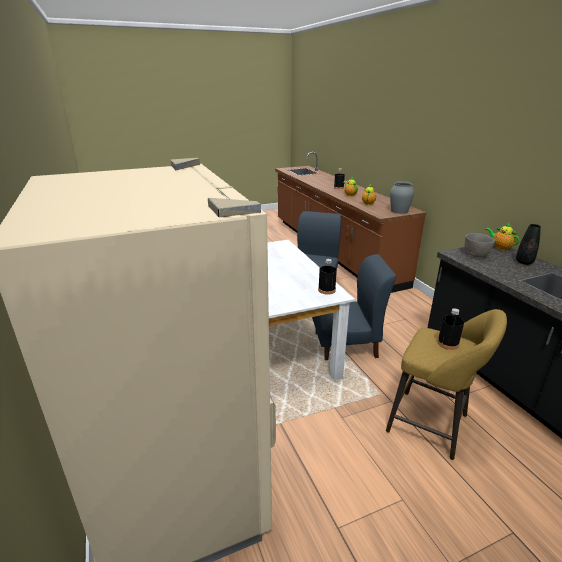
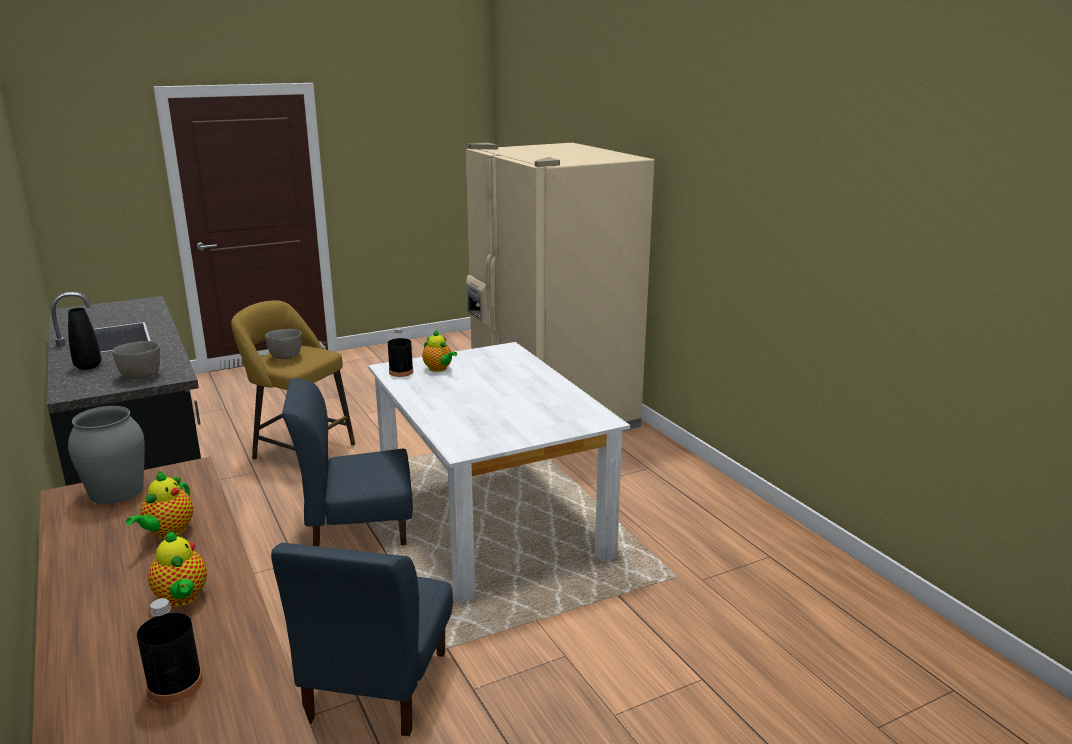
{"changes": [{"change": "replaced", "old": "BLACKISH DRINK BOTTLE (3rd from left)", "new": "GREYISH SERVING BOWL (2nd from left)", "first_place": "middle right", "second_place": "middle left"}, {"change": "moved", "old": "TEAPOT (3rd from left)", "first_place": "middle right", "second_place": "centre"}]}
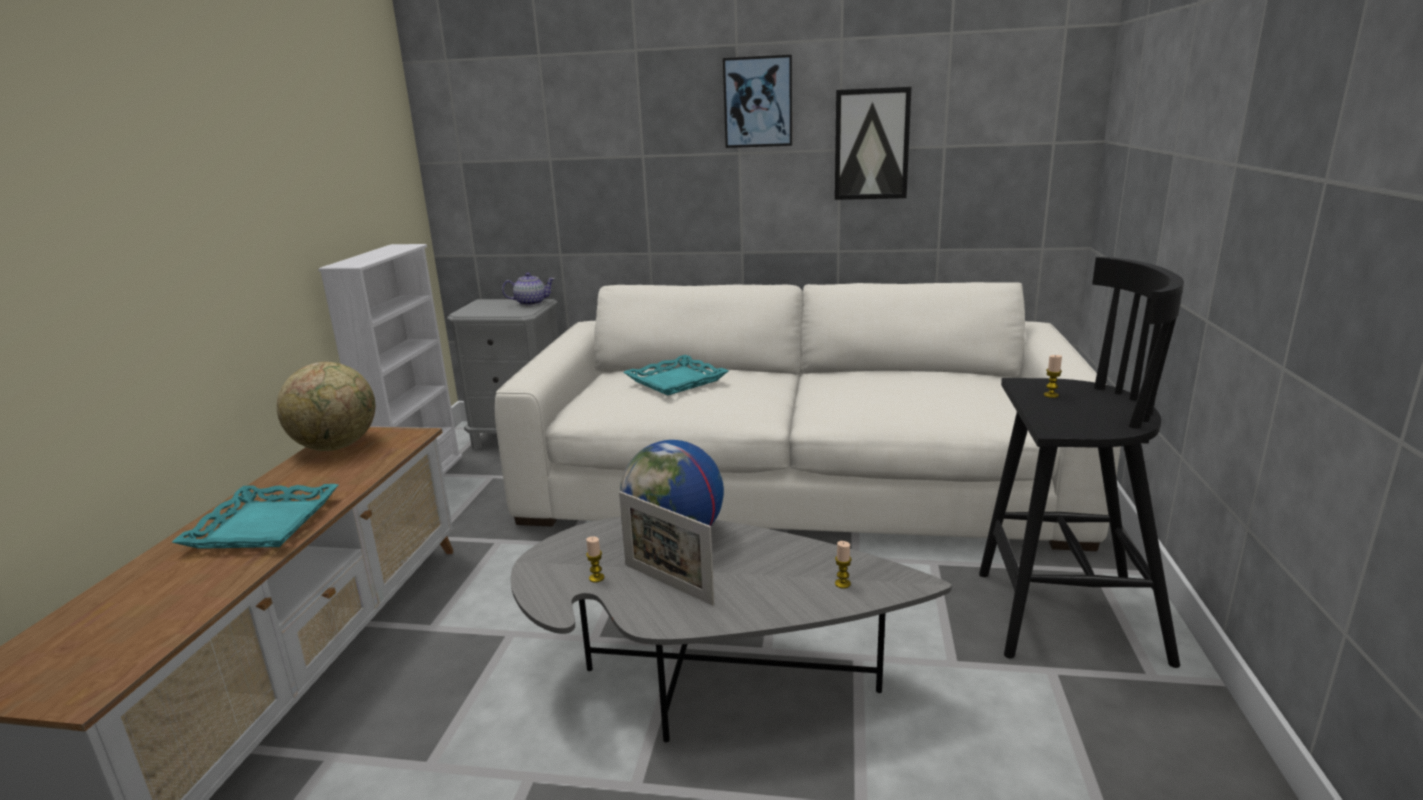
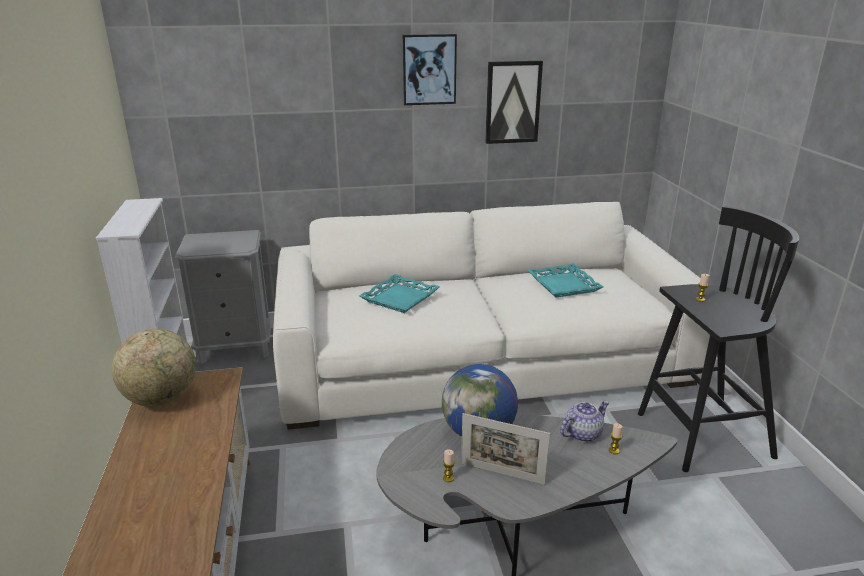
{"changes": [{"change": "moved", "old": "TURQUOISE-COLOURED TRAY (1st from left in the first image)", "new": "TURQUOISE-COLOURED TRAY (2nd from left)", "first_place": "middle left", "second_place": "centre"}, {"change": "moved", "old": "TEAPOT", "first_place": "centre", "second_place": "bottom right"}]}
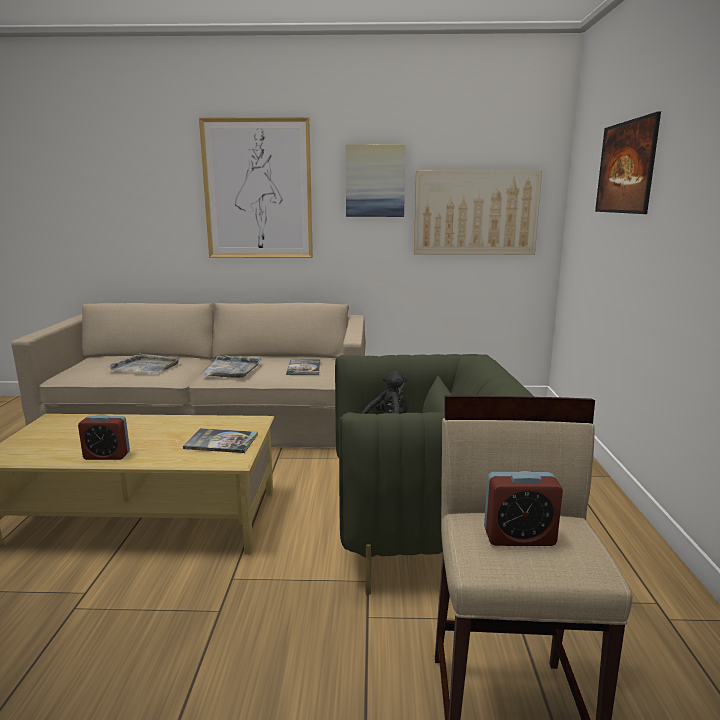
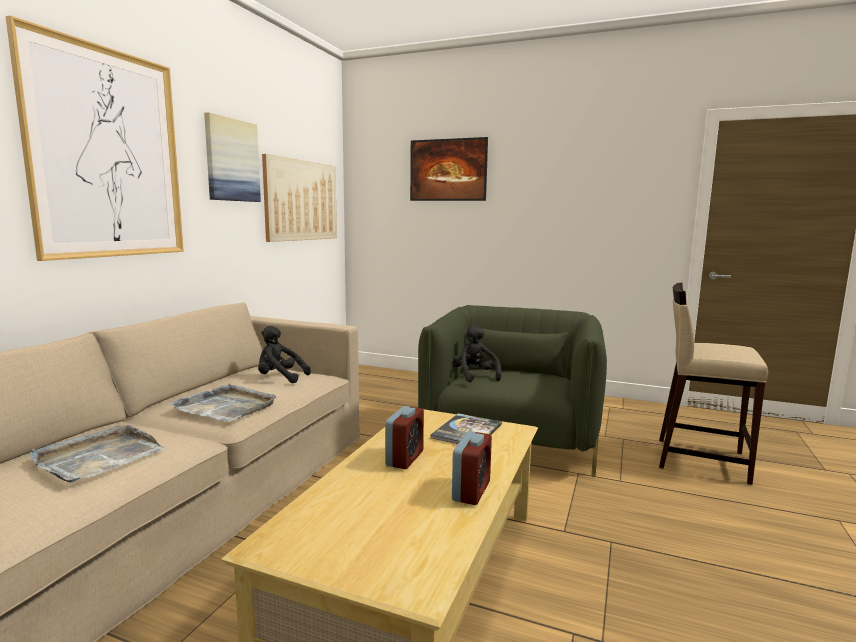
{"changes": [{"change": "replaced", "old": "BOUND BOOK (2nd from left)", "new": "BLACKISH PLUSH TOY (1st from left)", "first_place": "centre", "second_place": "middle left"}, {"change": "moved", "old": "TABLE CLOCK (2nd from left in the first image)", "new": "TABLE CLOCK (1st from left)", "first_place": "bottom right", "second_place": "bottom centre"}]}
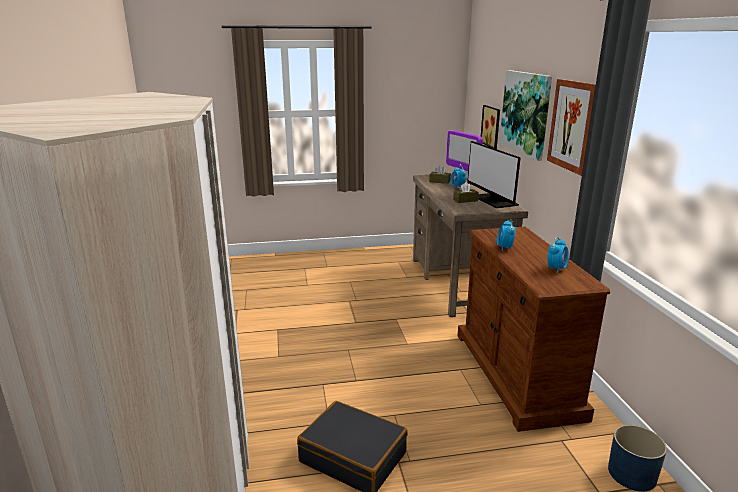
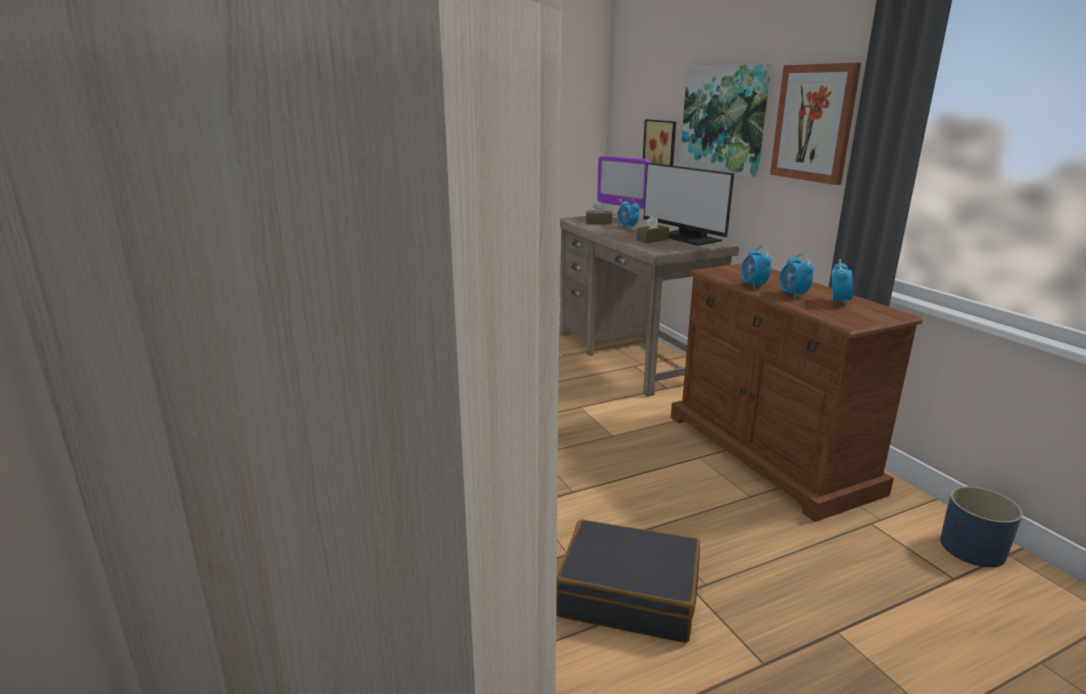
{"changes": [{"change": "added", "new": "TABLE CLOCK (3rd from left)", "second_place": "middle right"}]}
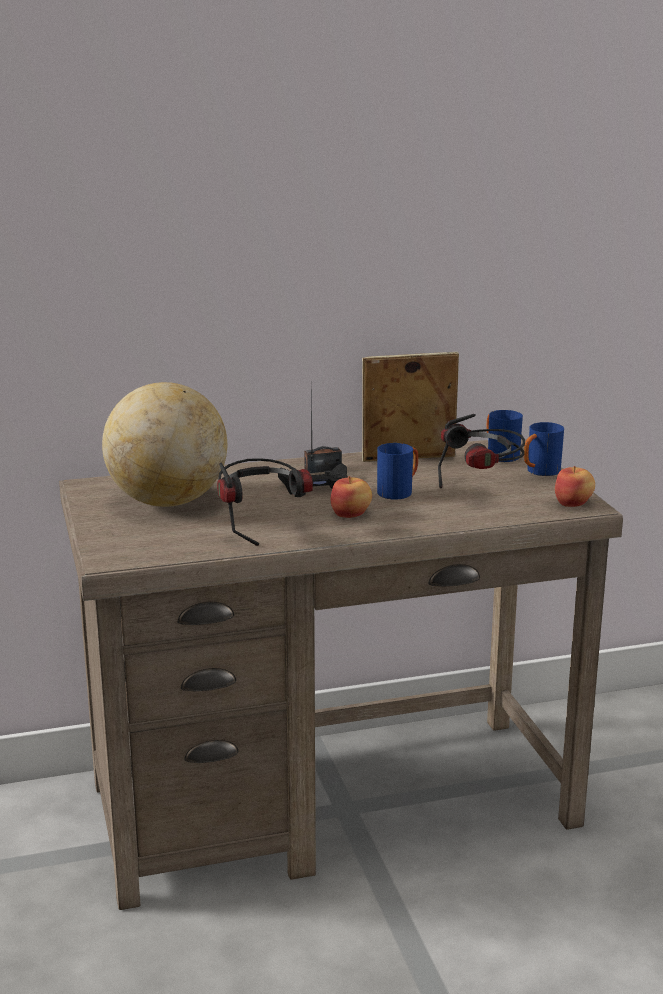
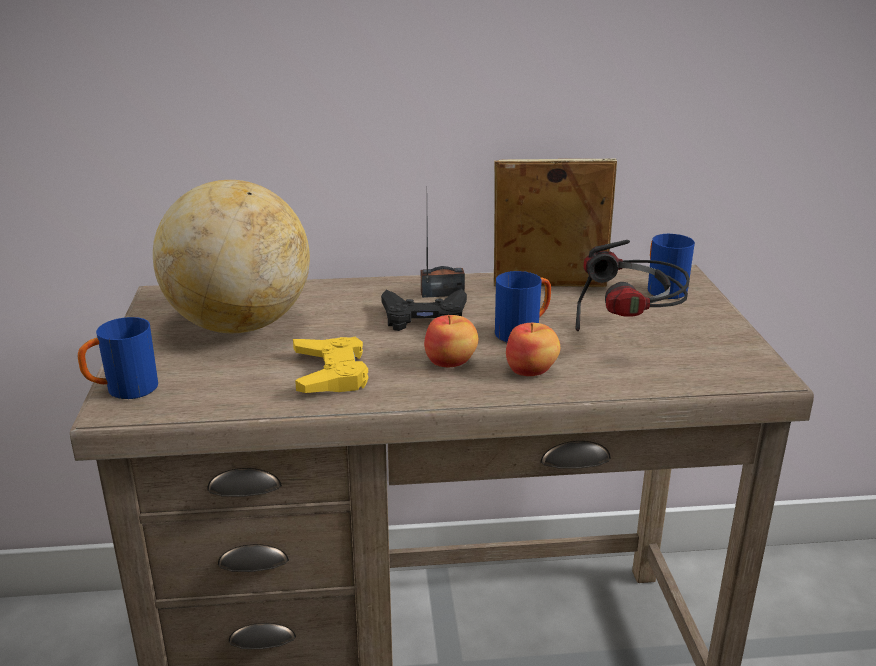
{"changes": [{"change": "moved", "old": "BLUE TEA MUG (3rd from left in the first image)", "new": "BLUE TEA MUG (1st from left)", "first_place": "middle right", "second_place": "middle left"}, {"change": "replaced", "old": "HEADSET (1st from left)", "new": "YELLOW-COLOURED GAMEPAD", "first_place": "centre", "second_place": "centre"}, {"change": "moved", "old": "WHOLE APPLE (2nd from left)", "first_place": "middle right", "second_place": "centre"}]}
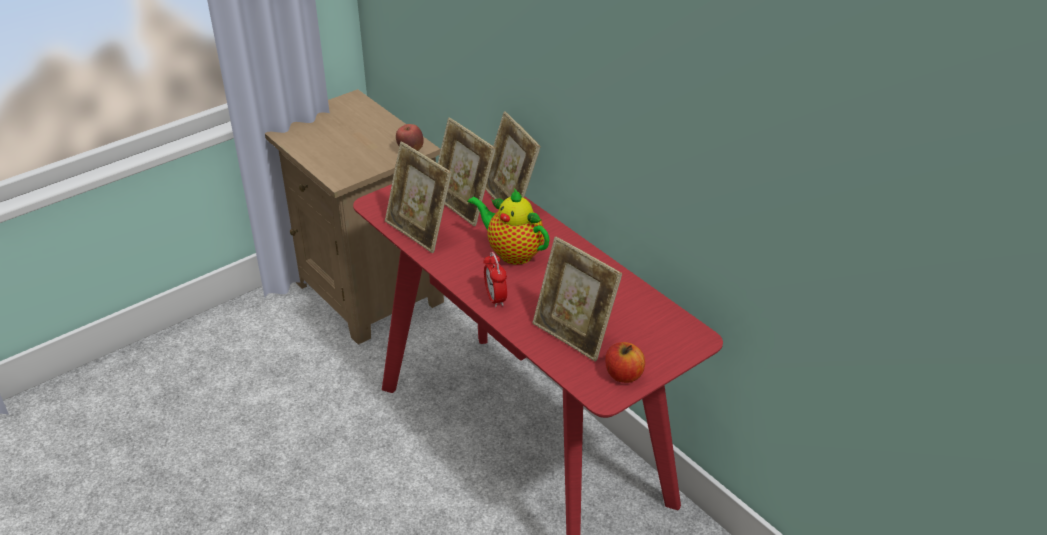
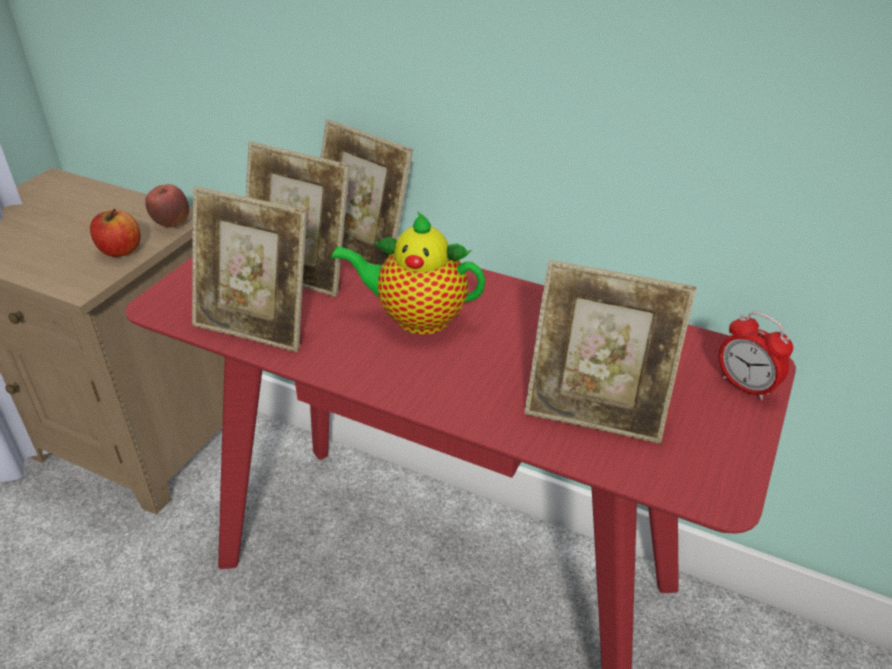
{"changes": [{"change": "moved", "old": "WHOLE APPLE (2nd from left in the first image)", "new": "WHOLE APPLE (1st from left)", "first_place": "bottom centre", "second_place": "middle left"}, {"change": "moved", "old": "TABLE CLOCK", "first_place": "centre", "second_place": "middle right"}]}
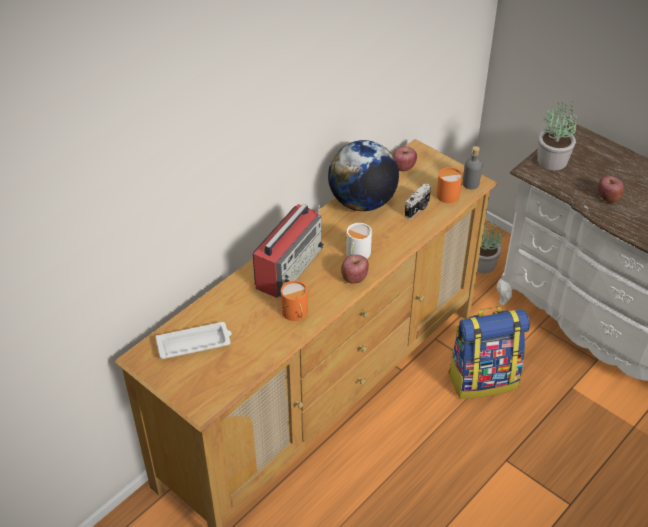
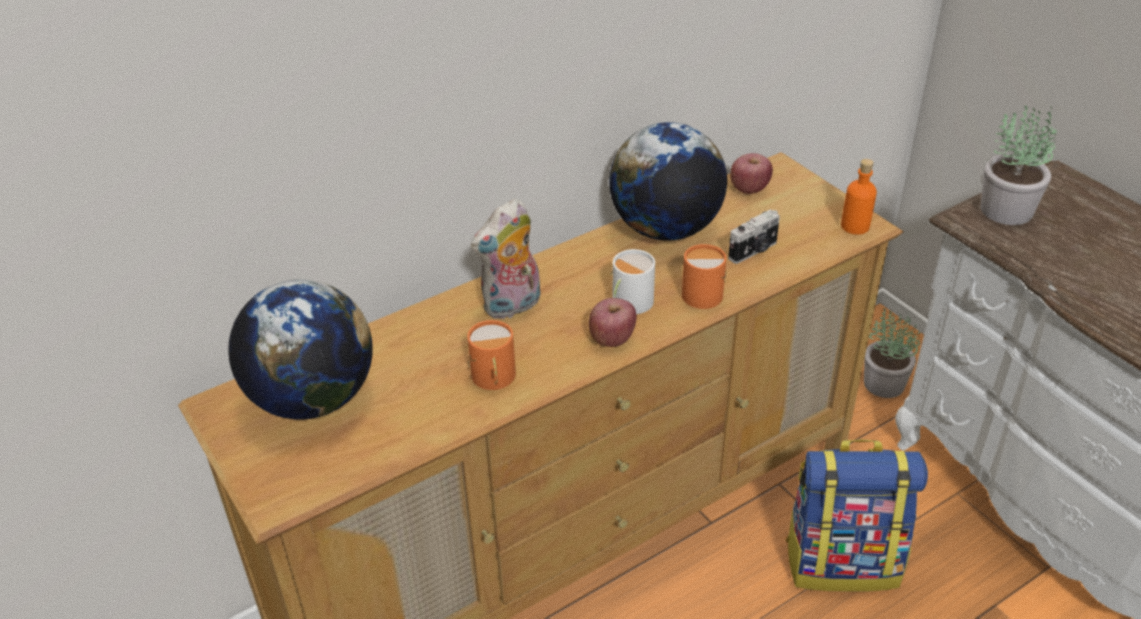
{"changes": [{"change": "replaced", "old": "WHITISH TRAY", "new": "GLOBE (1st from left)", "first_place": "middle left", "second_place": "middle left"}, {"change": "replaced", "old": "RADIO SET", "new": "PLUSH TOY", "first_place": "centre", "second_place": "centre"}, {"change": "moved", "old": "ORANGEY TEA MUG (2nd from left)", "first_place": "middle right", "second_place": "centre"}, {"change": "recoloured", "old": "GREYISH DRINK BOTTLE", "new": "ORANGEY DRINK BOTTLE", "first_place": "top right", "second_place": "top right"}, {"change": "removed", "old": "WHOLE APPLE (3rd from left)", "first_place": "middle right"}]}
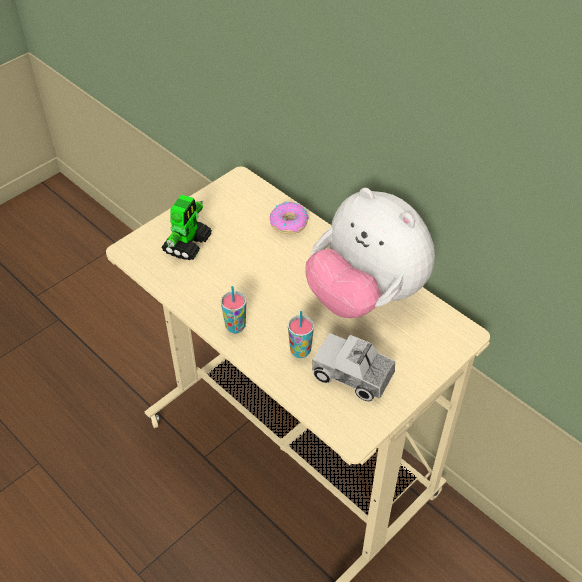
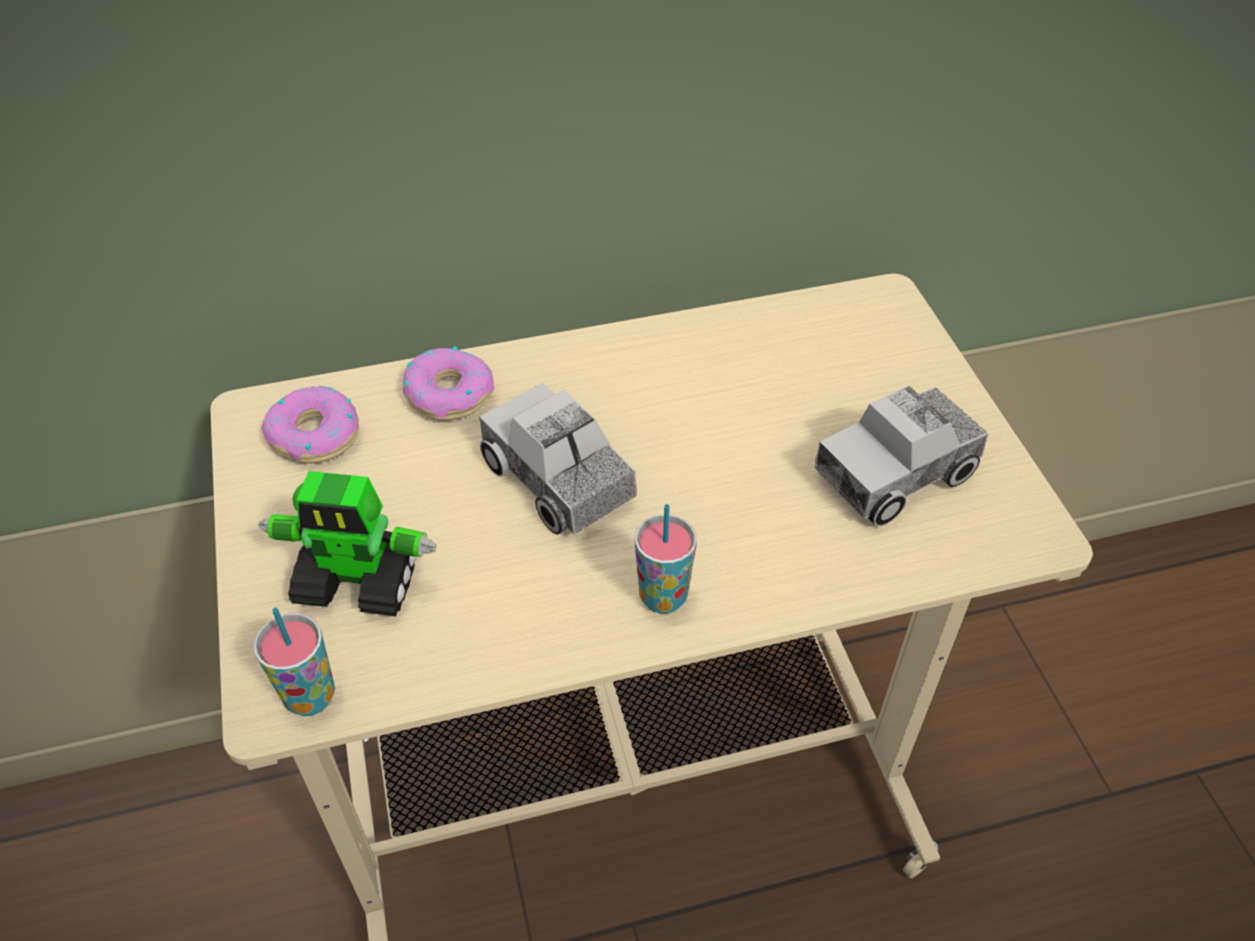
{"changes": [{"change": "moved", "old": "DRINKING CUP (2nd from left in the first image)", "new": "DRINKING CUP (1st from left)", "first_place": "centre", "second_place": "bottom left"}, {"change": "turned", "old": "TOY ROBOT", "first_place": "middle left", "second_place": "middle left", "degrees": 135}, {"change": "added", "new": "DOUGHNUT (1st from left)", "second_place": "middle left"}, {"change": "added", "new": "TOY LORRY (1st from left)", "second_place": "centre"}, {"change": "removed", "old": "PLUSH TOY", "first_place": "centre"}]}
